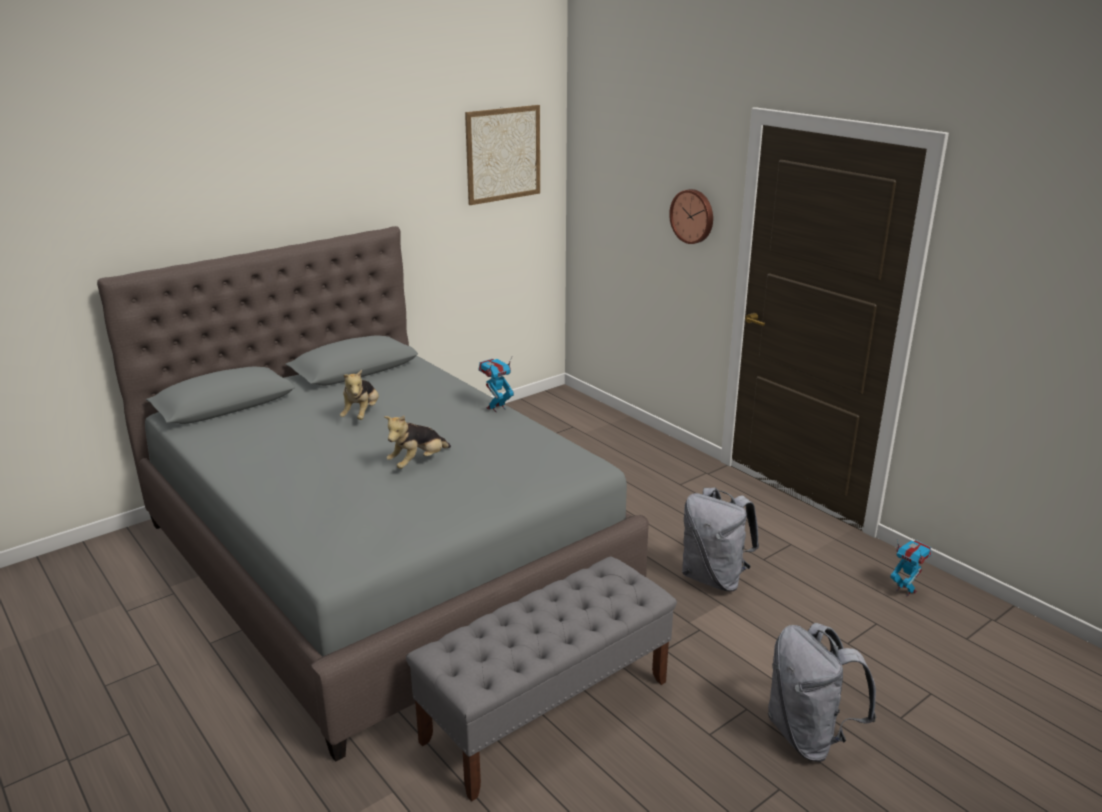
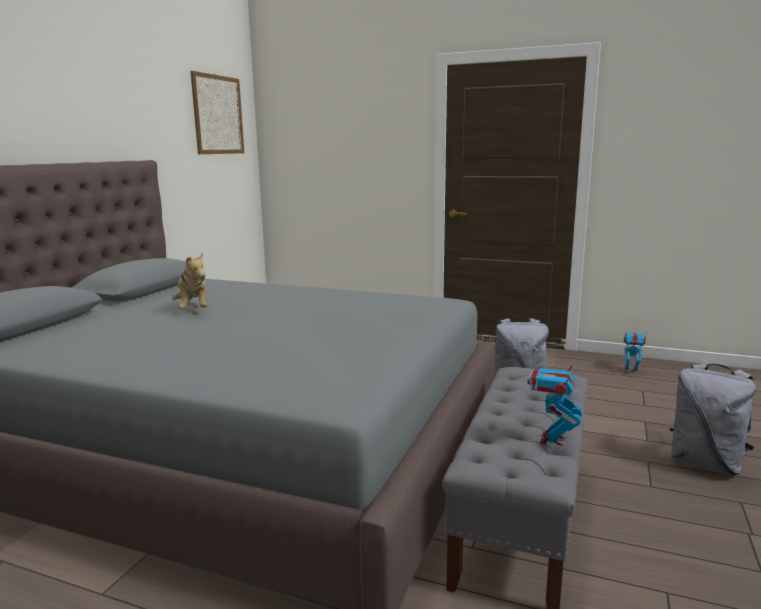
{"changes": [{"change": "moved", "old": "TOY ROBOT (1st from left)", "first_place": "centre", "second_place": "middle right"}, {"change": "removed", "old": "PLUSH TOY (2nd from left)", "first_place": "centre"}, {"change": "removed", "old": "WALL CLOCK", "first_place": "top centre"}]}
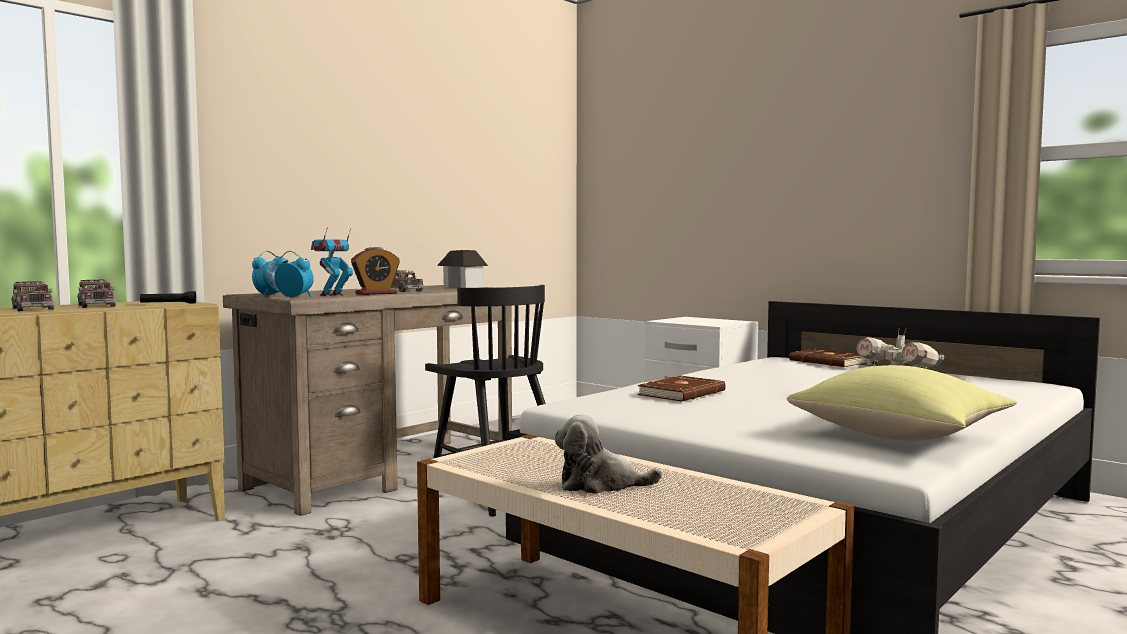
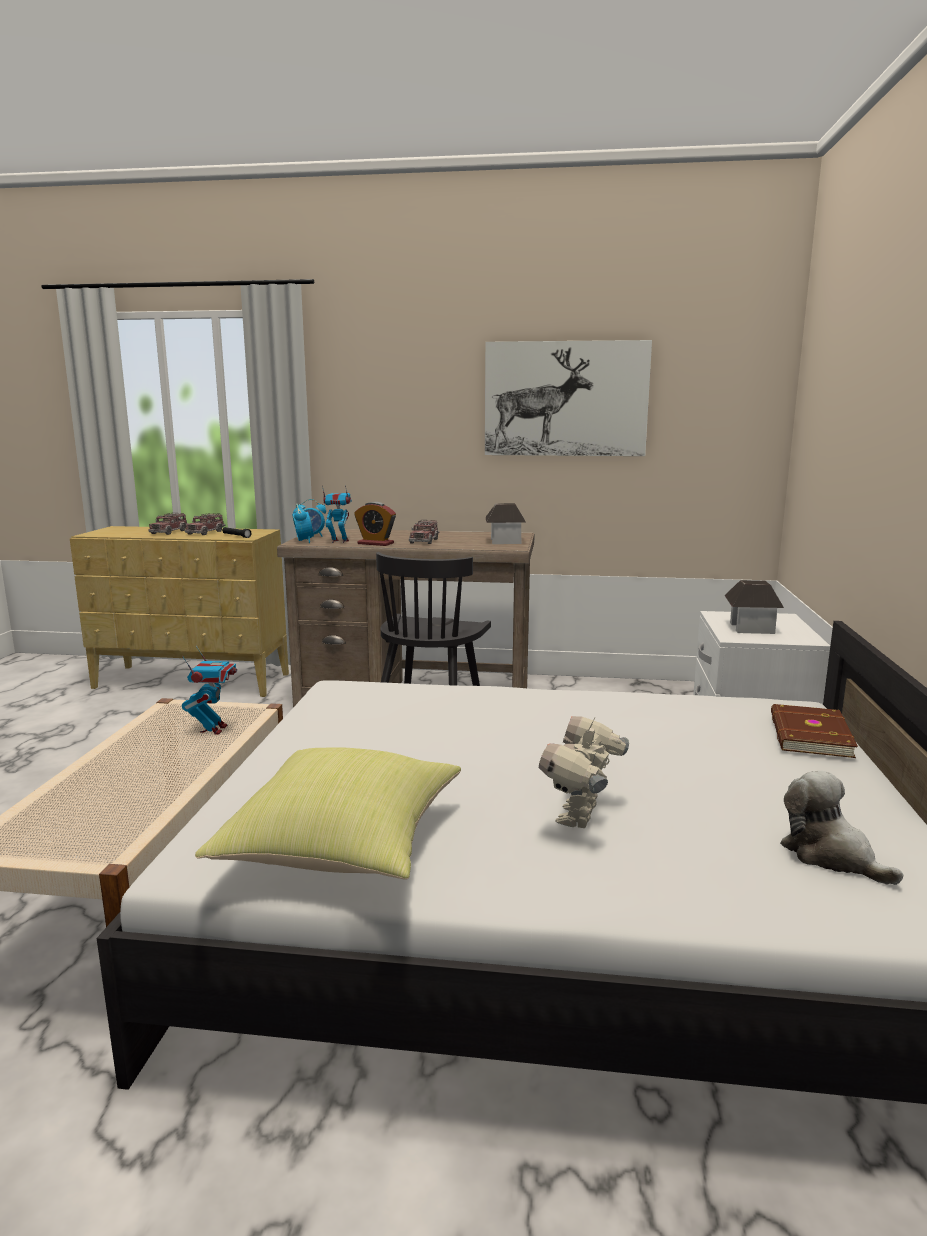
{"changes": [{"change": "added", "new": "TOY ROBOT (1st from left)", "second_place": "middle left"}, {"change": "added", "new": "WALL PICTURE", "second_place": "top centre"}, {"change": "added", "new": "TOY HOUSE (2nd from left)", "second_place": "middle right"}, {"change": "moved", "old": "PLUSH TOY", "first_place": "bottom centre", "second_place": "bottom right"}, {"change": "removed", "old": "BROWN-COLOURED BOUND BOOK (1st from left)", "first_place": "centre"}]}
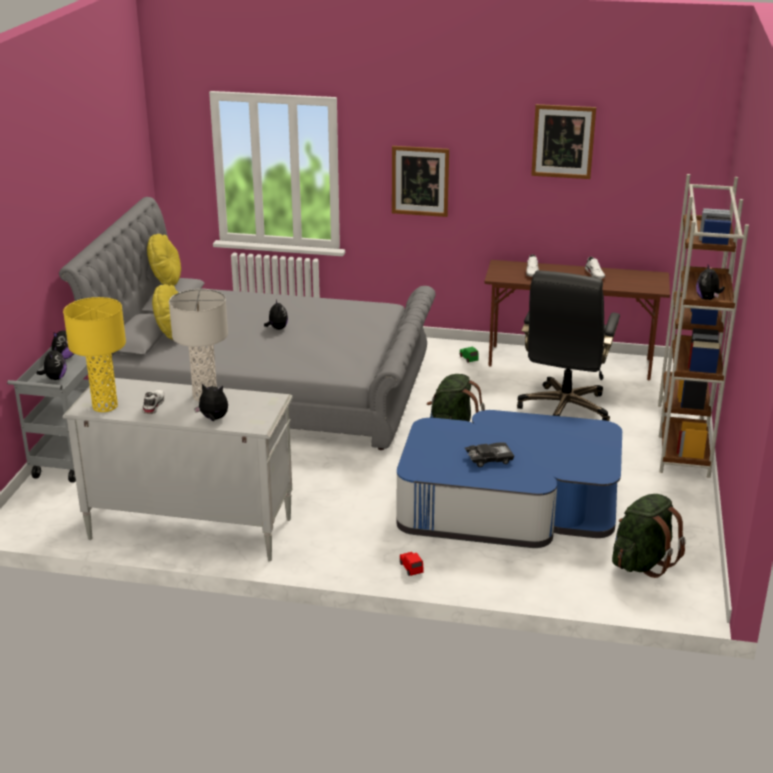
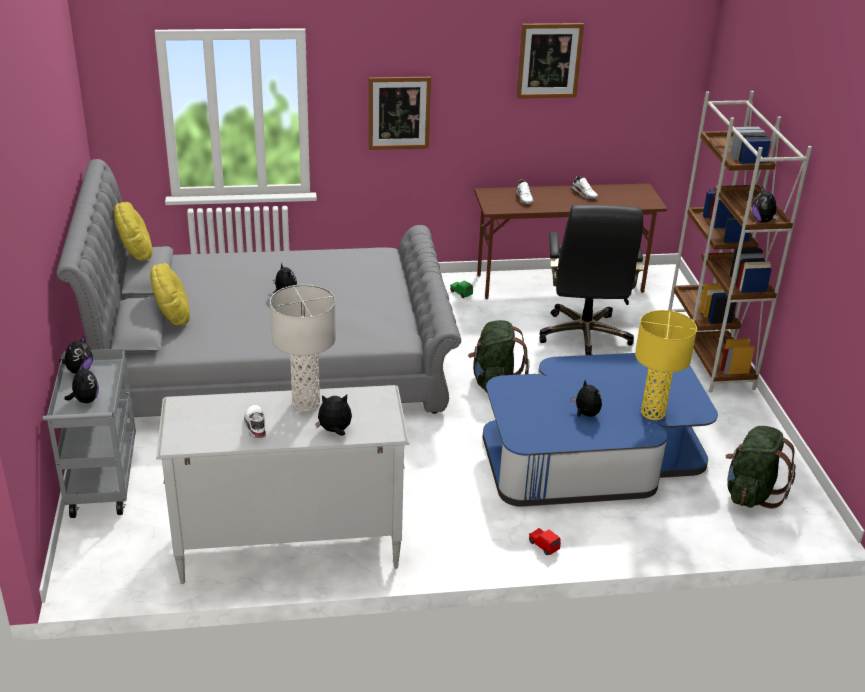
{"changes": [{"change": "replaced", "old": "BLACKISH MODEL CAR", "new": "PLUSH TOY (5th from left)", "first_place": "centre", "second_place": "middle right"}, {"change": "moved", "old": "YELLOW-COLOURED TABLETOP LAMP", "first_place": "middle left", "second_place": "middle right"}]}
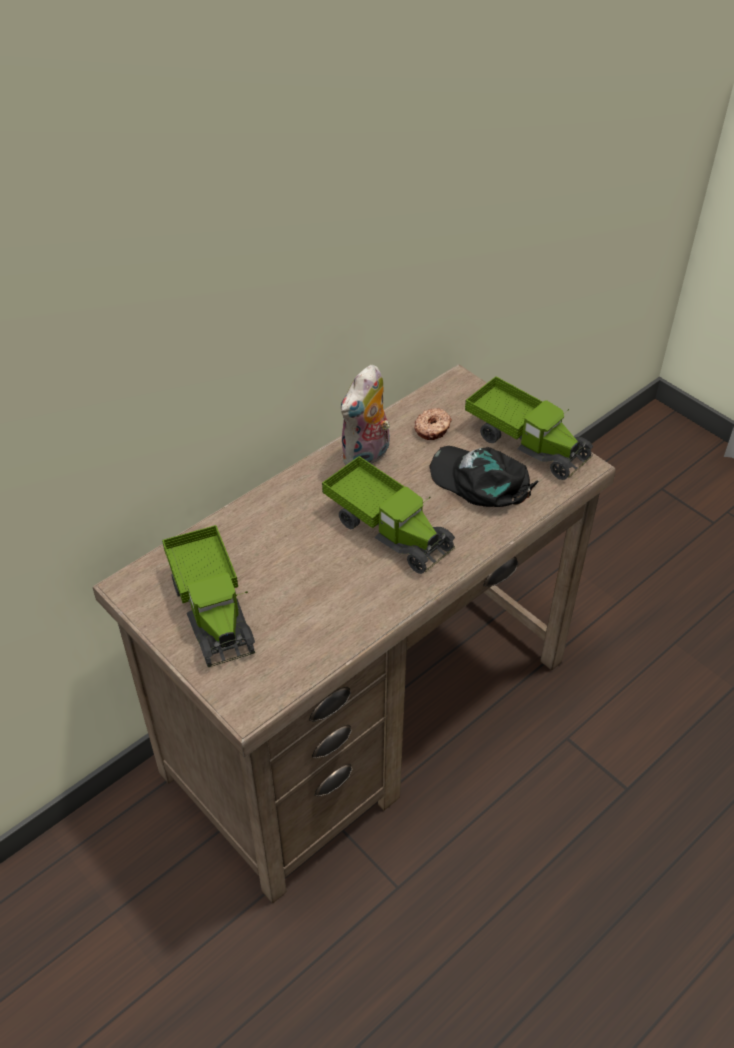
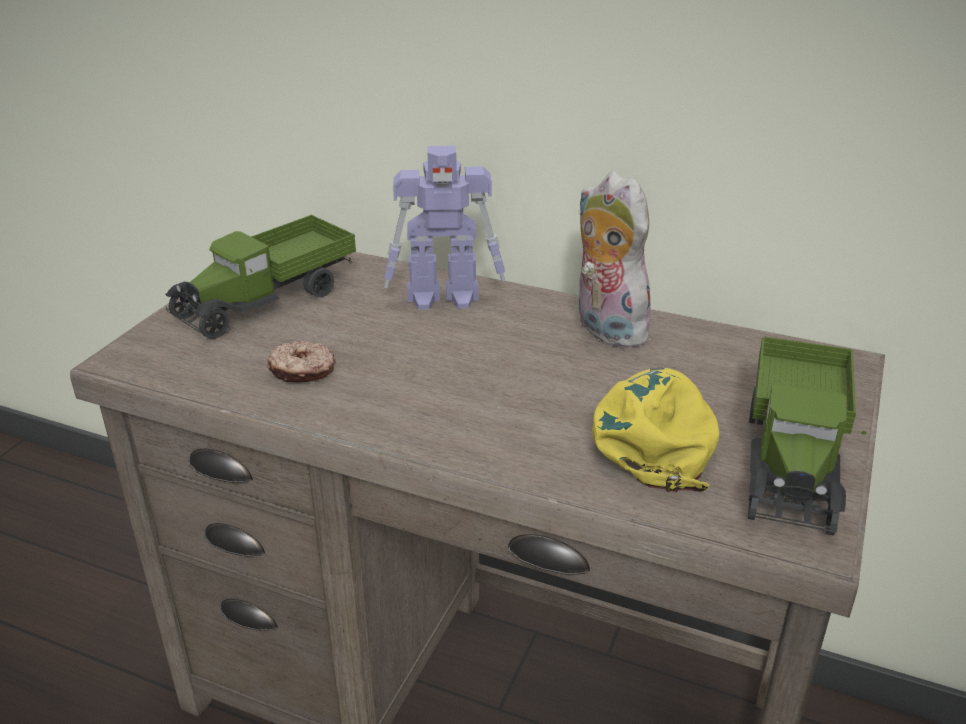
{"changes": [{"change": "moved", "old": "DOUGHNUT", "first_place": "centre", "second_place": "middle left"}, {"change": "added", "new": "TOY ROBOT", "second_place": "top centre"}, {"change": "turned", "old": "PLUSH TOY", "first_place": "centre", "second_place": "centre", "degrees": 45}, {"change": "recoloured", "old": "BLACKISH BASEBALL CAP", "new": "YELLOW-COLOURED BASEBALL CAP", "first_place": "centre", "second_place": "middle right"}, {"change": "removed", "old": "TOY LORRY (2nd from left)", "first_place": "centre"}]}
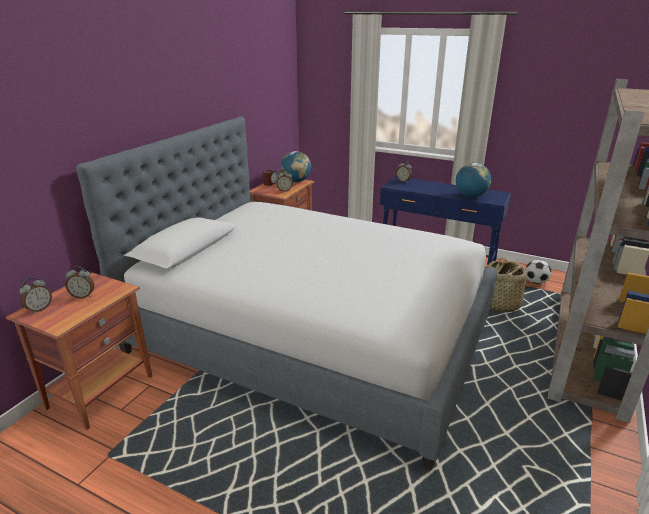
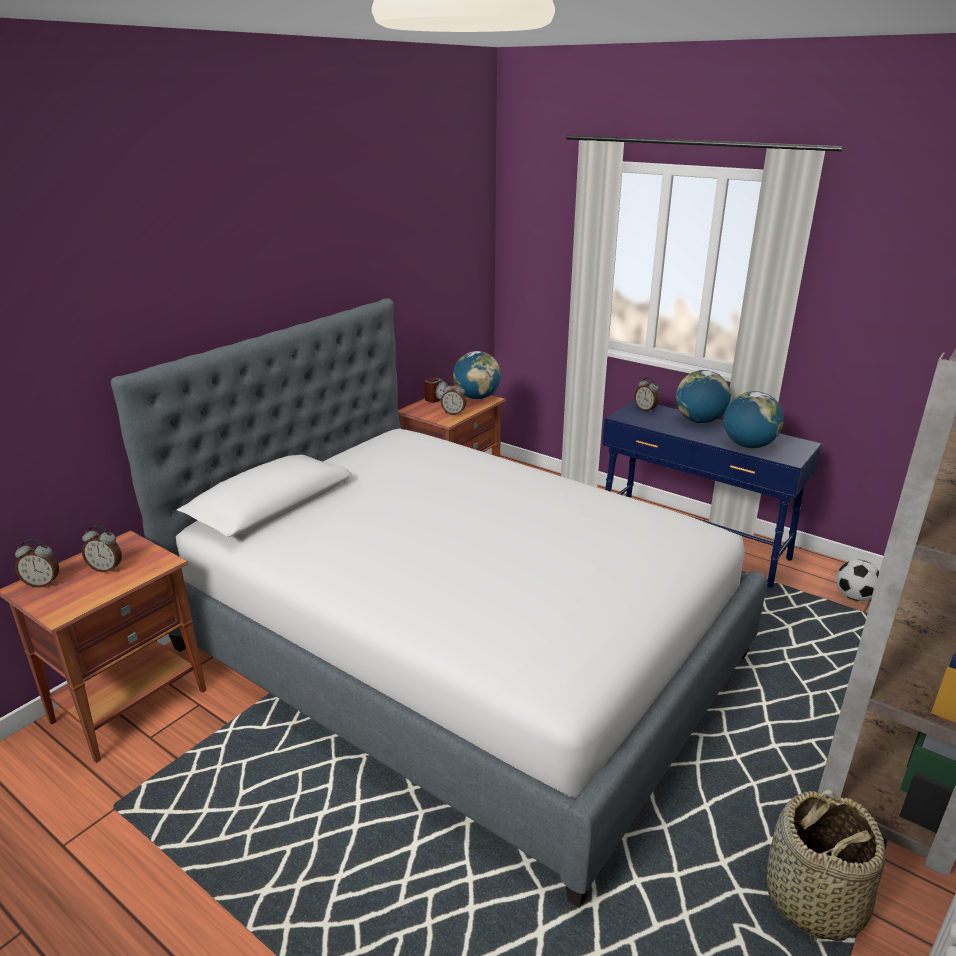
{"changes": [{"change": "turned", "old": "TABLE CLOCK (1st from left)", "first_place": "middle left", "second_place": "middle left", "degrees": 45}, {"change": "added", "new": "GLOBE (2nd from left)", "second_place": "middle right"}, {"change": "moved", "old": "BASKET", "first_place": "middle right", "second_place": "bottom right"}]}
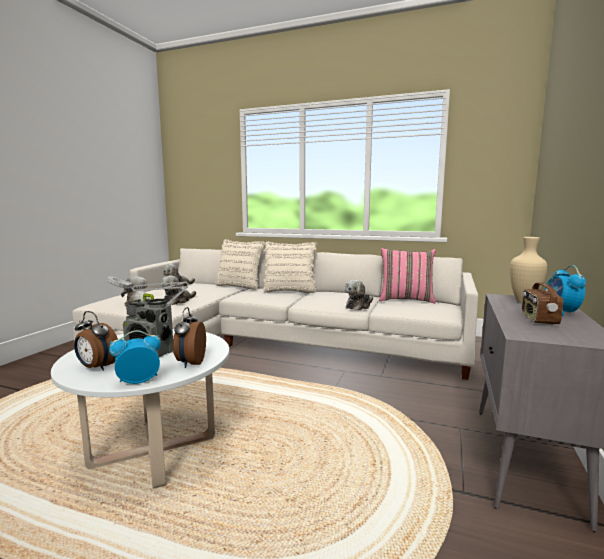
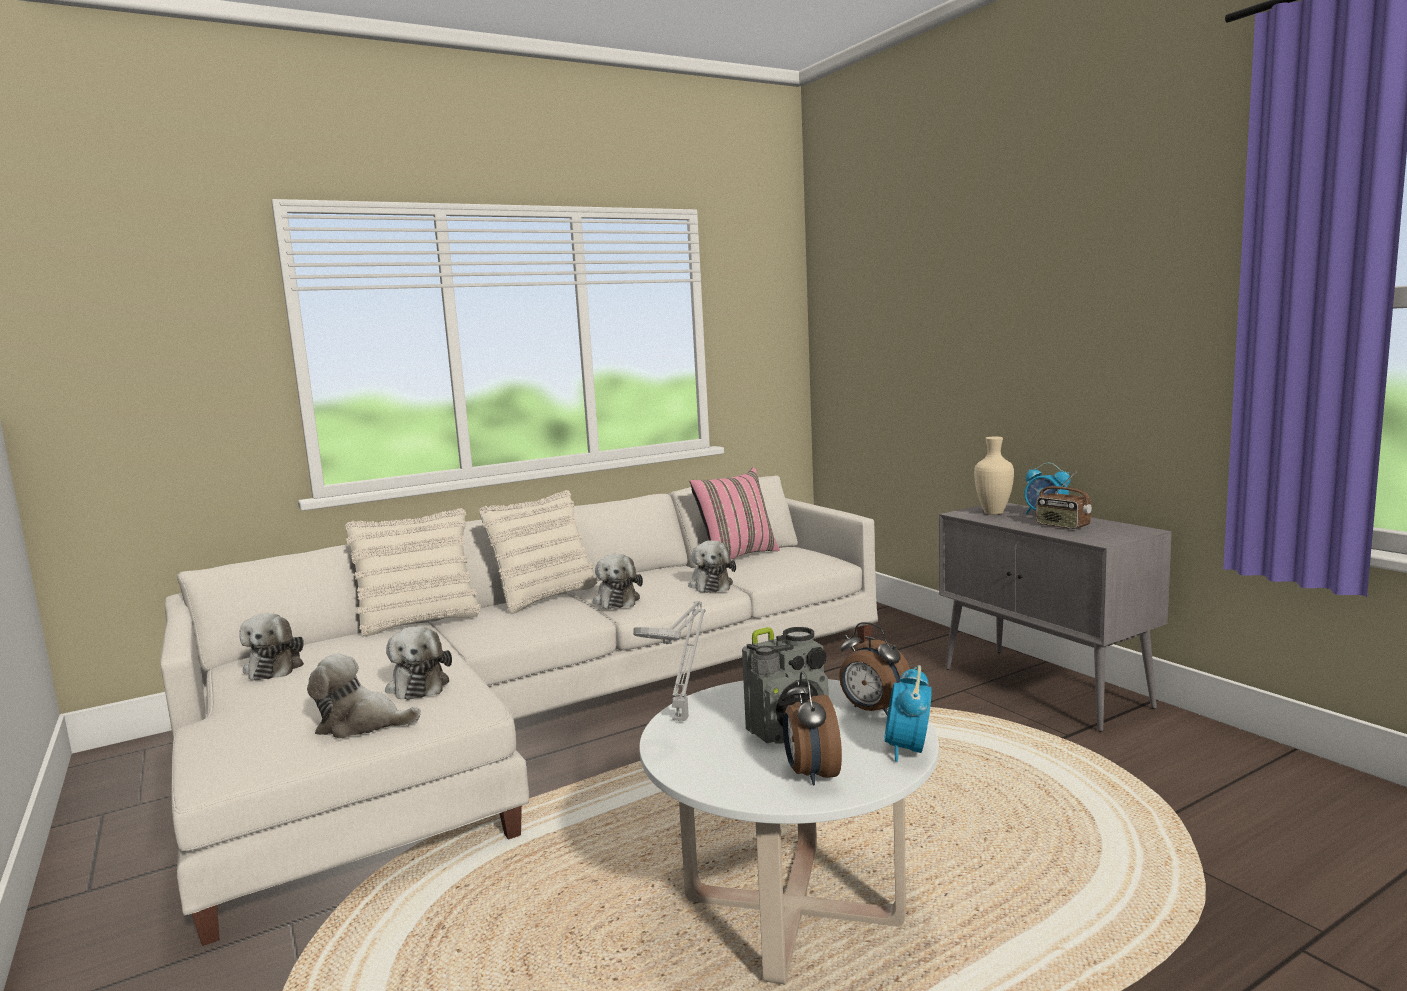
{"changes": [{"change": "added", "new": "PLUSH TOY (4th from left)", "second_place": "centre"}, {"change": "turned", "old": "TABLE CLOCK (1st from left)", "first_place": "middle left", "second_place": "bottom centre", "degrees": 105}]}
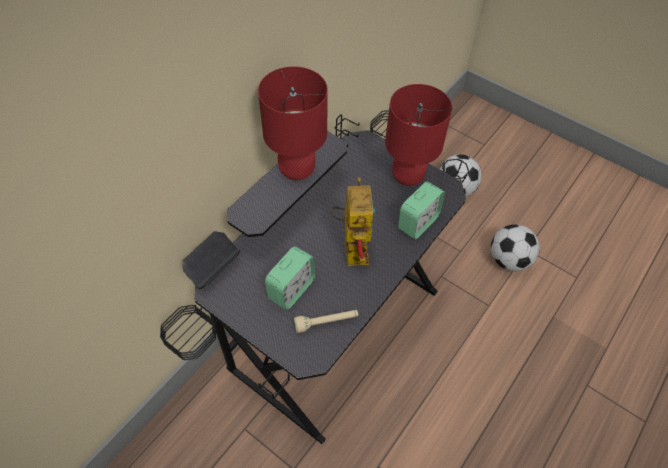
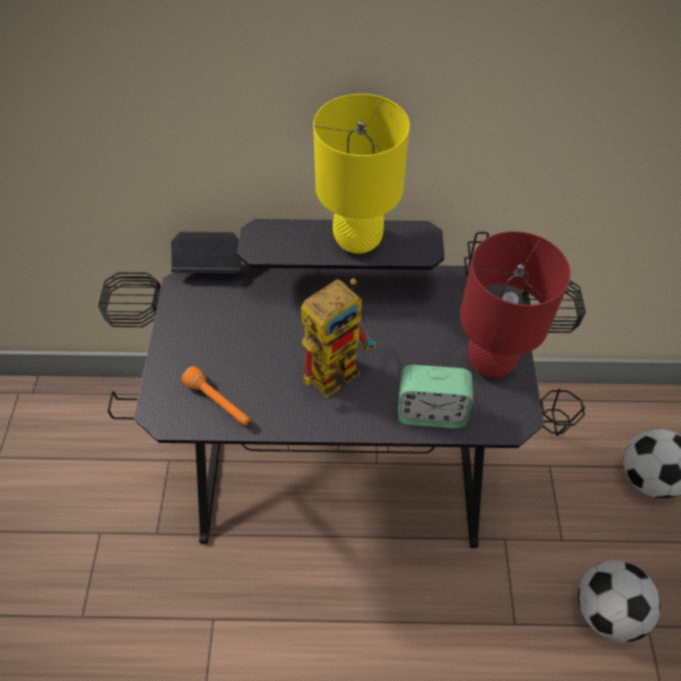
{"changes": [{"change": "recoloured", "old": "BEIGE-COLOURED HAND TORCH", "new": "ORANGEY HAND TORCH", "first_place": "bottom centre", "second_place": "middle left"}, {"change": "recoloured", "old": "RED TABLETOP LAMP (1st from left)", "new": "YELLOW-COLOURED TABLETOP LAMP", "first_place": "top centre", "second_place": "top centre"}, {"change": "removed", "old": "TABLE CLOCK (1st from left)", "first_place": "centre"}]}
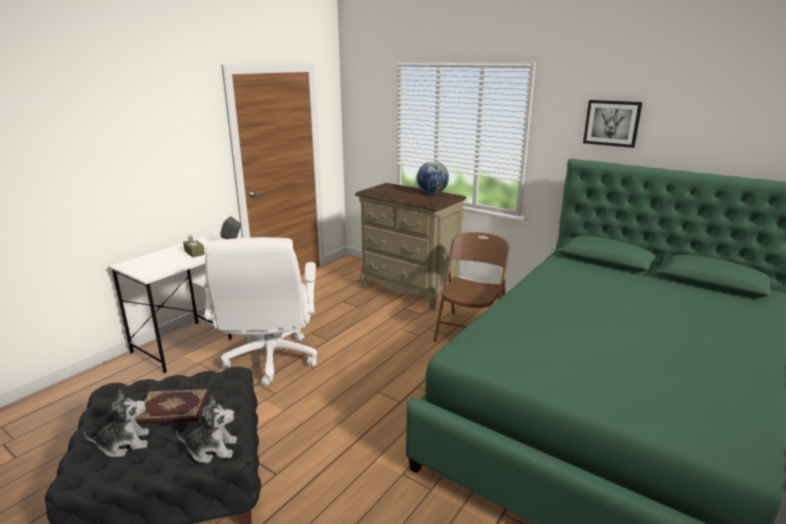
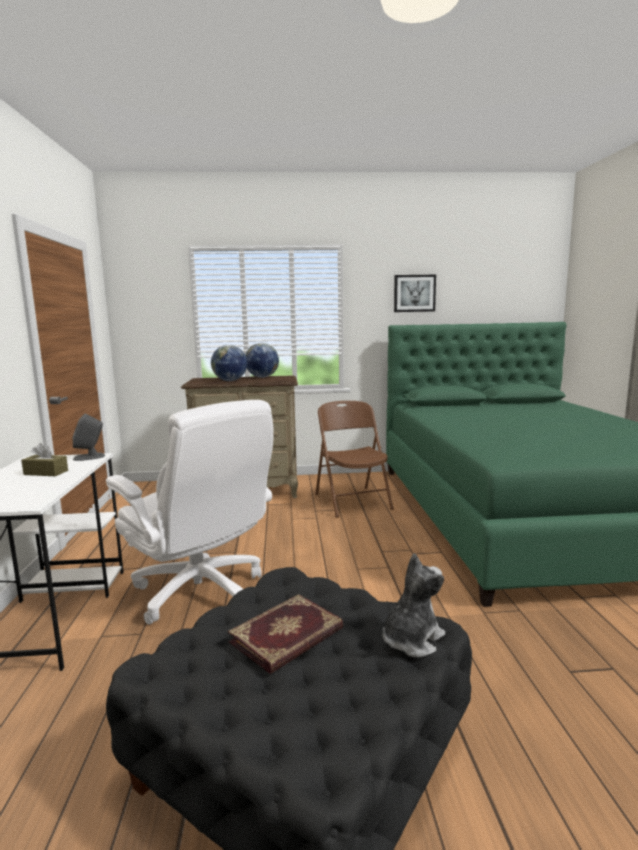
{"changes": [{"change": "added", "new": "GLOBE (1st from left)", "second_place": "centre"}, {"change": "removed", "old": "PLUSH TOY (1st from left)", "first_place": "bottom left"}]}
